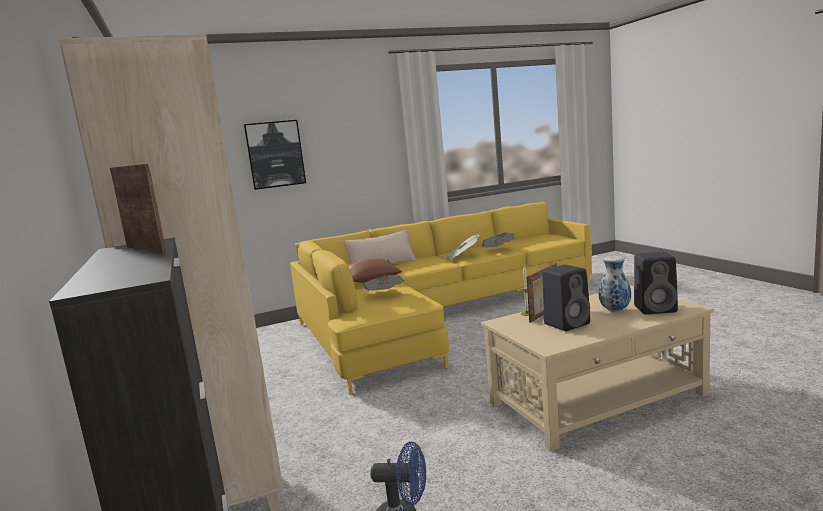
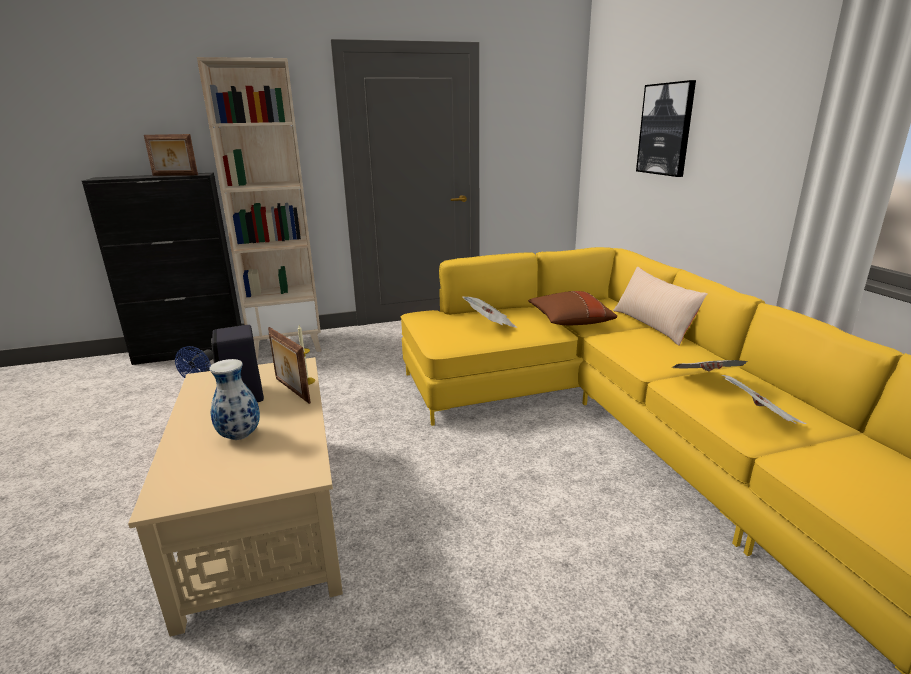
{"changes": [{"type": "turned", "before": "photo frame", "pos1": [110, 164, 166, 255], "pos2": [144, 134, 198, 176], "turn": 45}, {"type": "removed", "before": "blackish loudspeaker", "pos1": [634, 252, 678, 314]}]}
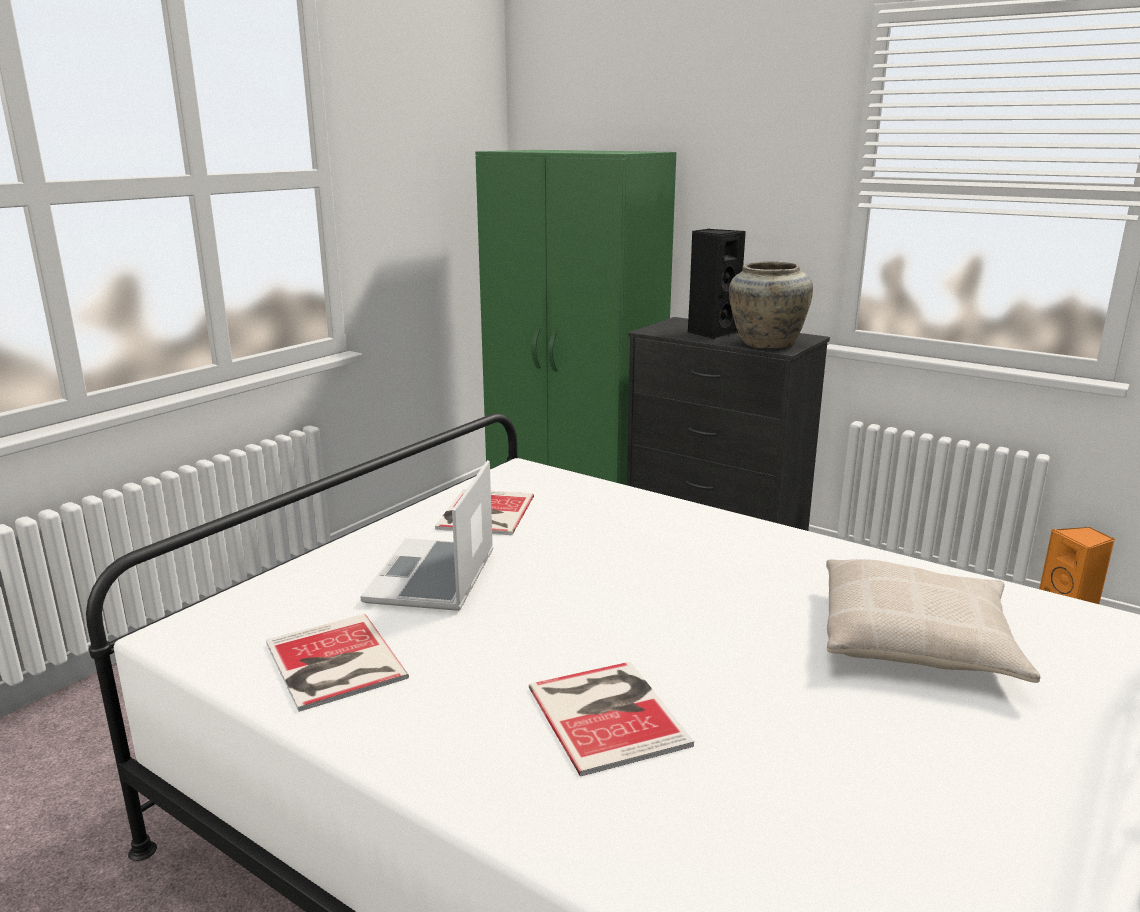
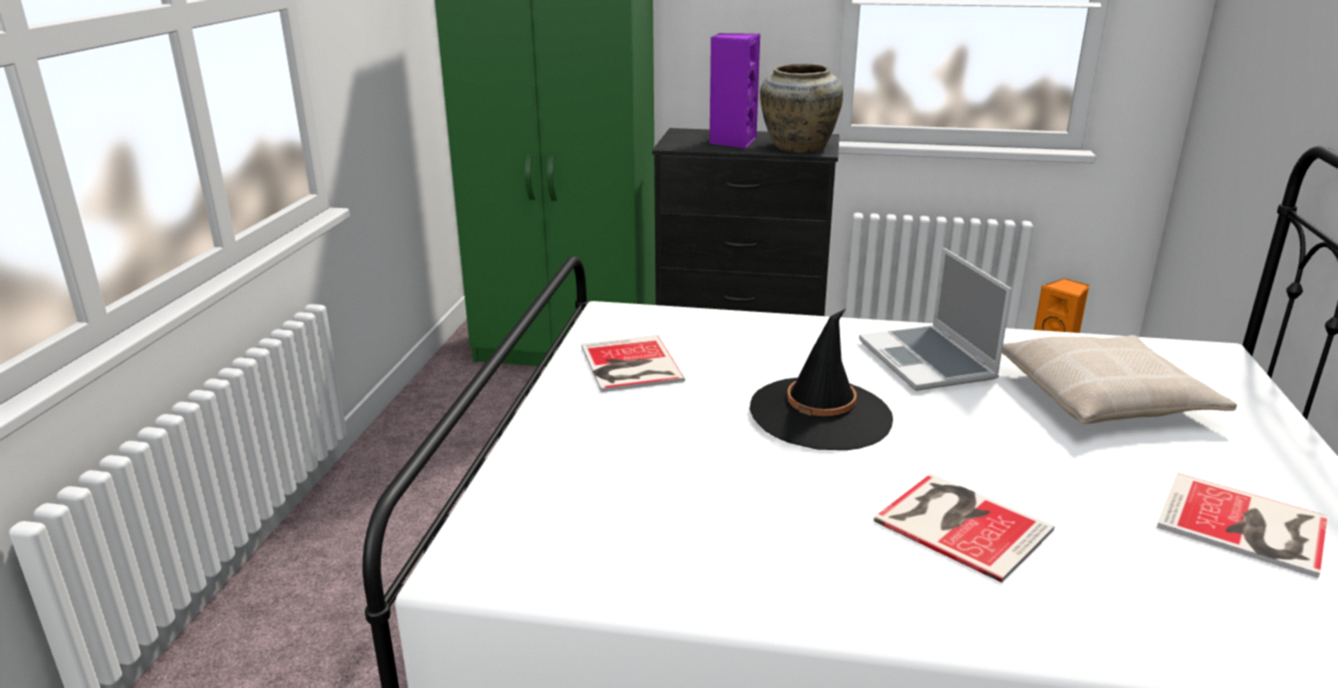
{"changes": [{"type": "recoloured", "before": "blackish loudspeaker", "after": "purple loudspeaker", "pos1": [688, 229, 746, 339], "pos2": [710, 33, 760, 148]}, {"type": "moved", "before": "notebook computer", "pos1": [360, 460, 493, 611], "pos2": [859, 248, 1012, 391]}, {"type": "moved", "before": "volume", "pos1": [266, 614, 409, 712], "pos2": [1157, 473, 1327, 578]}, {"type": "added", "after": "blackish clothing hat", "pos2": [750, 309, 893, 450]}]}
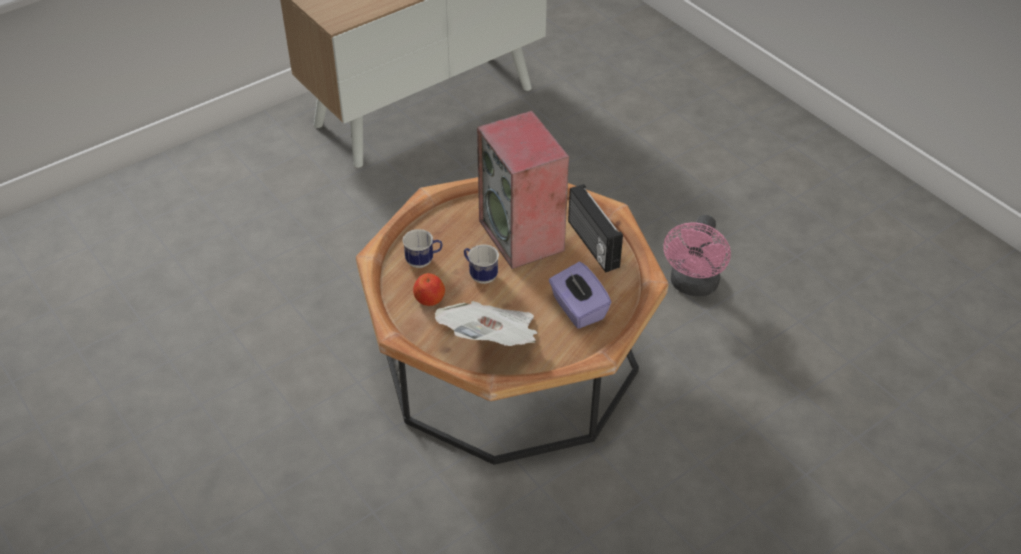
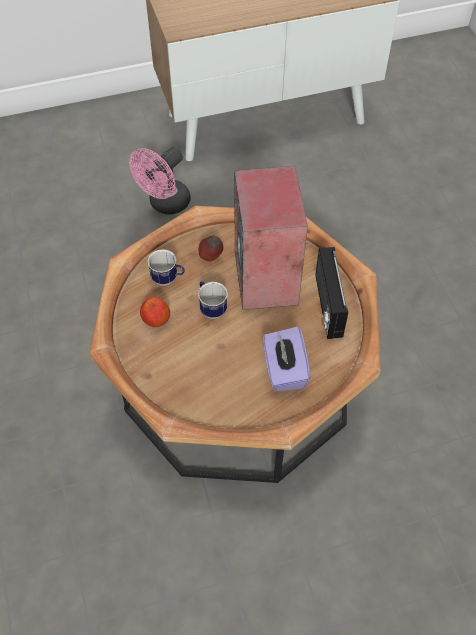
{"changes": [{"type": "moved", "before": "pink cooling fan", "pos1": [664, 215, 731, 296], "pos2": [129, 147, 191, 215]}, {"type": "removed", "before": "printed paper", "pos1": [435, 301, 538, 346]}, {"type": "added", "after": "apple fruit", "pos2": [199, 236, 223, 262]}]}
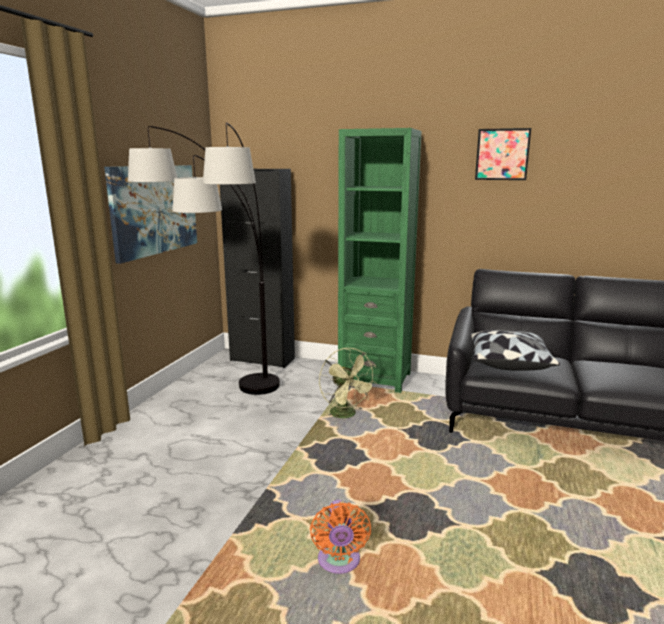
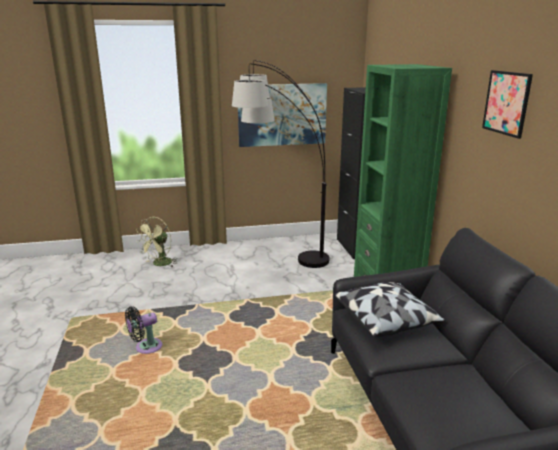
{"changes": [{"type": "moved", "before": "green cooling fan", "pos1": [319, 348, 377, 418], "pos2": [136, 217, 178, 267]}, {"type": "recoloured", "before": "orange-coloured cooling fan", "after": "blackish cooling fan", "pos1": [310, 500, 371, 574], "pos2": [125, 306, 162, 354]}]}
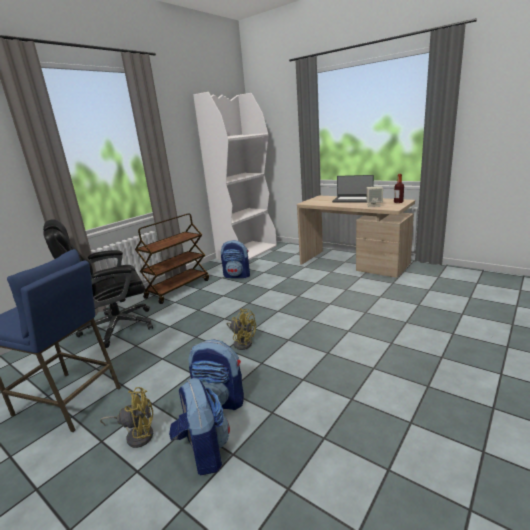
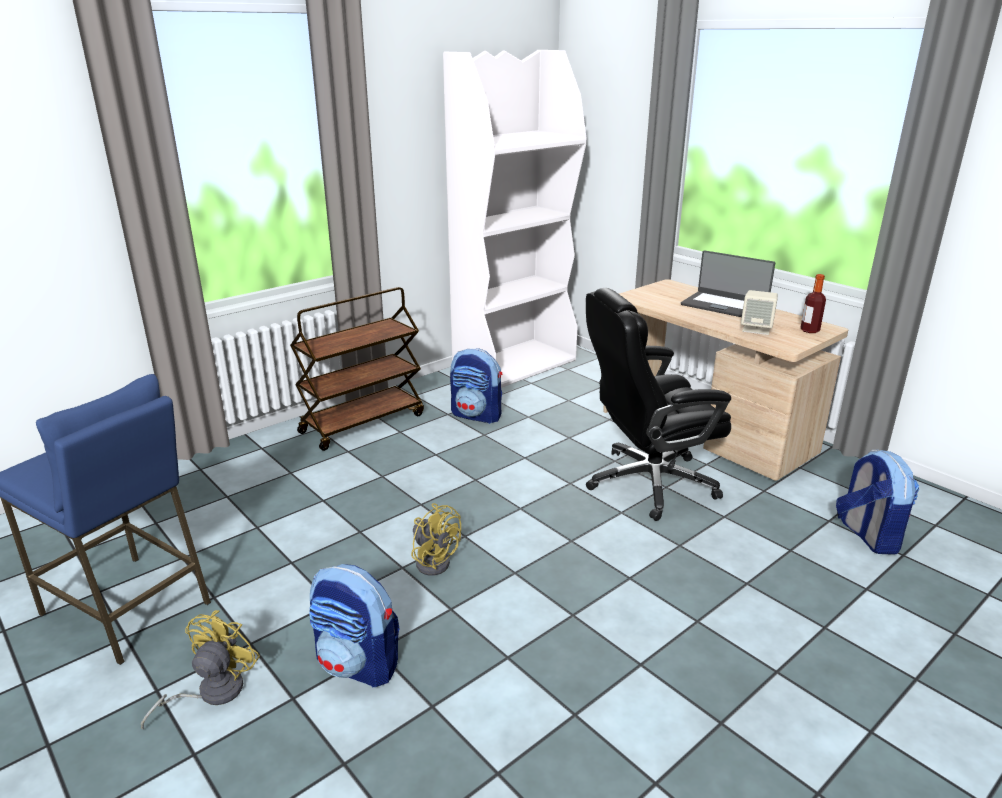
{"changes": [{"type": "moved", "before": "blackish desk chair", "pos1": [43, 219, 153, 348], "pos2": [586, 288, 731, 521]}, {"type": "moved", "before": "backpack", "pos1": [169, 378, 230, 475], "pos2": [836, 450, 920, 554]}, {"type": "turned", "before": "yellow cooling fan", "pos1": [100, 387, 153, 448], "pos2": [141, 610, 260, 730], "turn": -75}]}
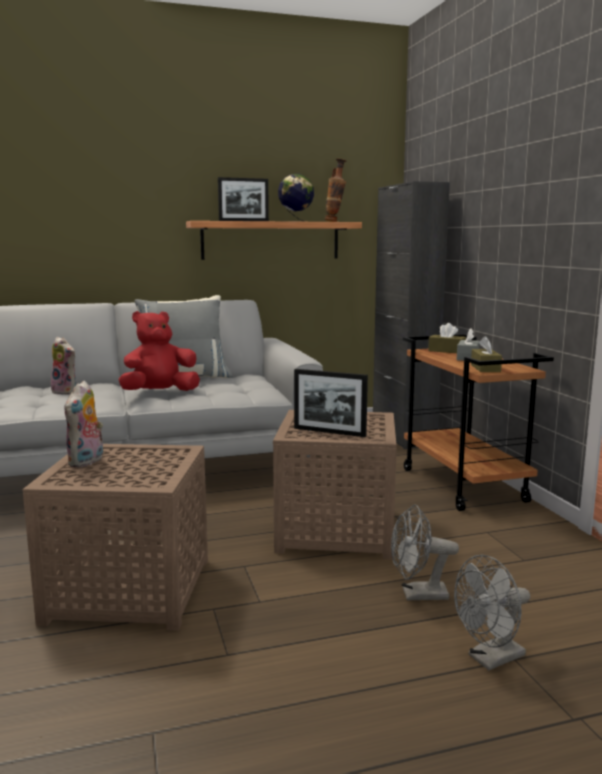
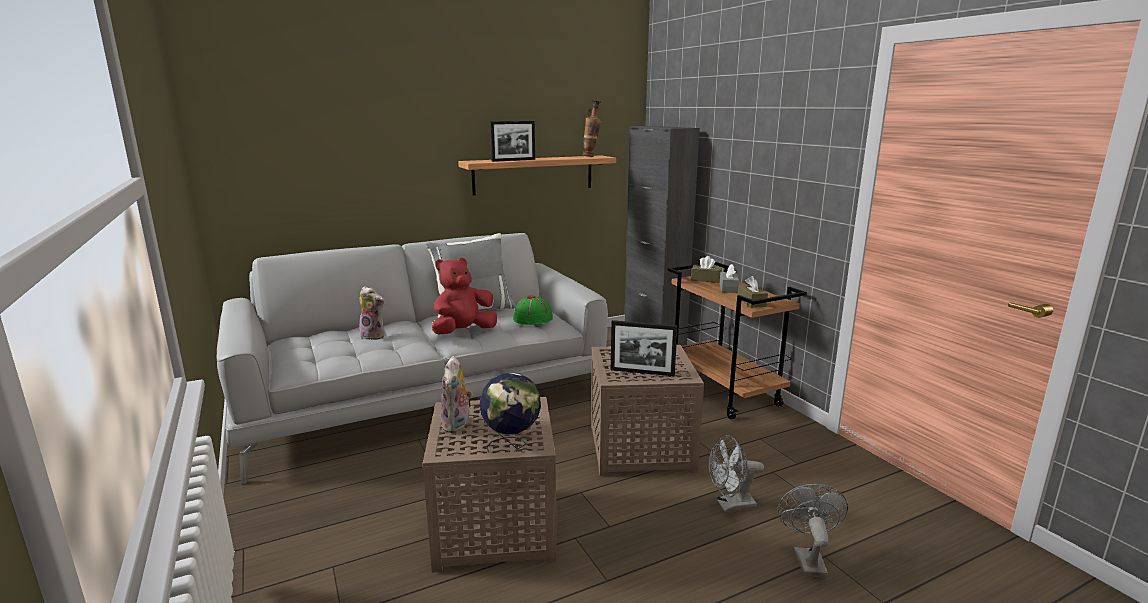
{"changes": [{"type": "moved", "before": "world globe", "pos1": [278, 174, 314, 222], "pos2": [480, 373, 541, 453]}, {"type": "turned", "before": "greyish cooling fan", "pos1": [454, 555, 530, 670], "pos2": [778, 484, 848, 578], "turn": 135}, {"type": "added", "after": "green clothing hat", "pos2": [513, 295, 553, 325]}]}
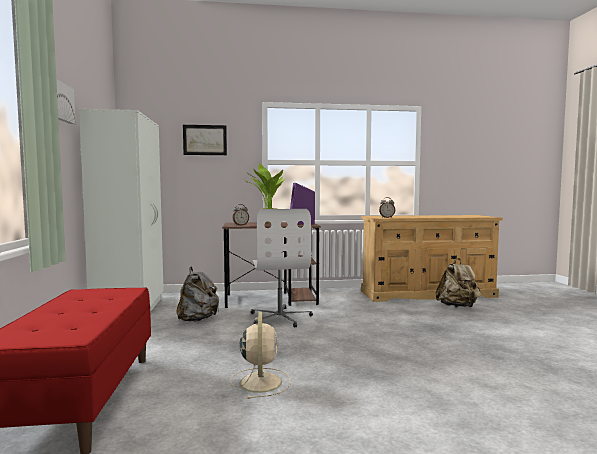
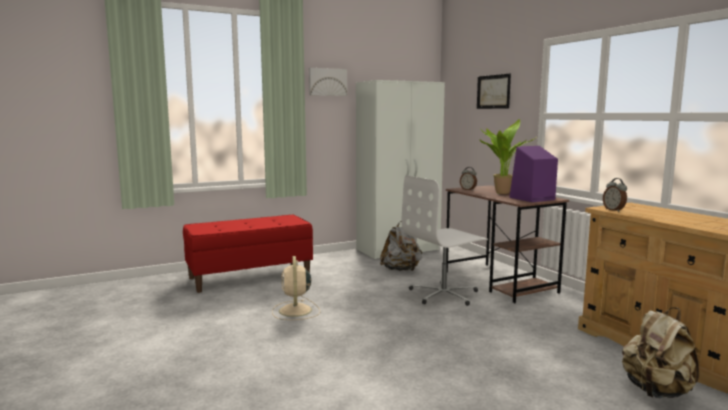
{"changes": [{"type": "turned", "before": "sand-coloured cooling fan", "pos1": [230, 312, 291, 399], "pos2": [272, 256, 320, 320], "turn": 105}]}
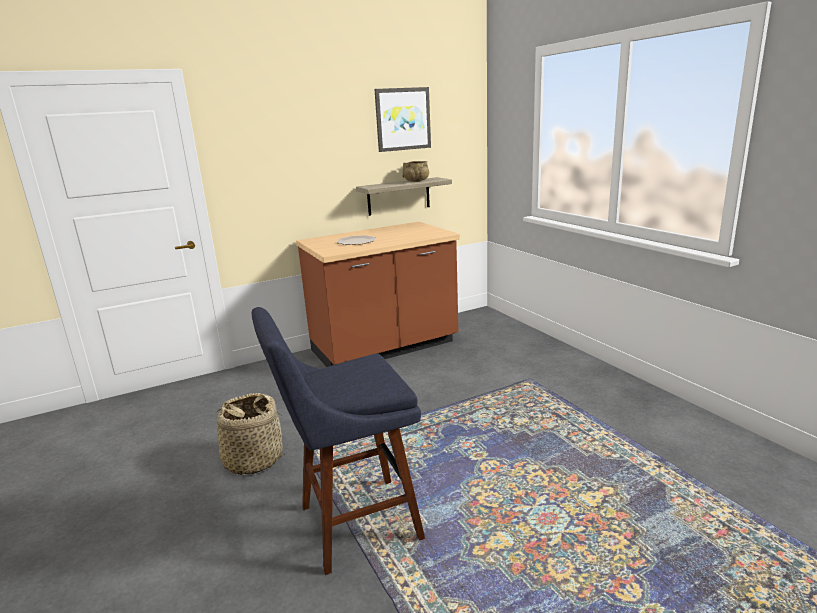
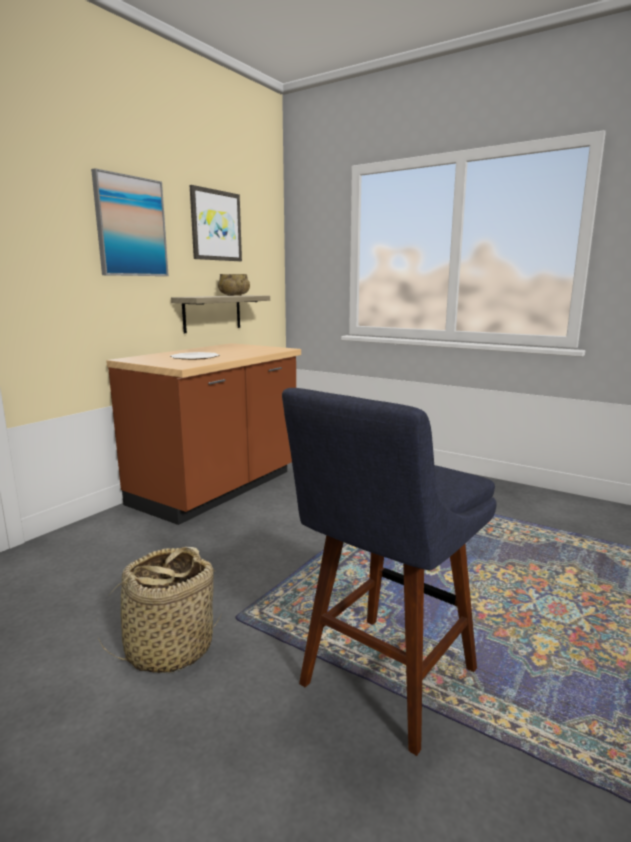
{"changes": [{"type": "added", "after": "picture", "pos2": [91, 168, 169, 276]}]}
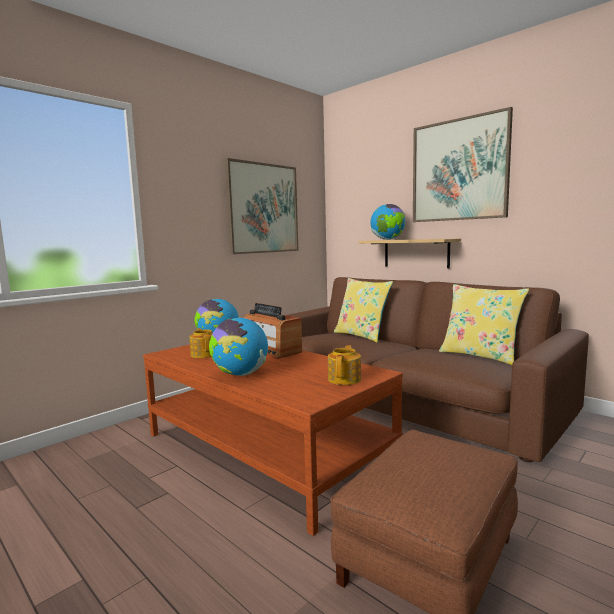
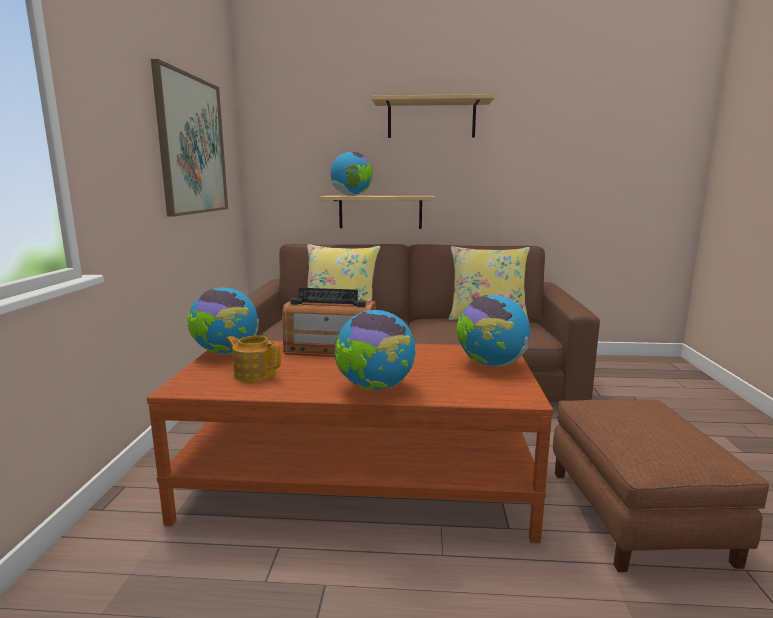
{"changes": [{"type": "replaced", "before": "picture", "after": "wall shelf", "pos1": [413, 107, 513, 222], "pos2": [372, 94, 495, 138]}, {"type": "replaced", "before": "pot for tea", "after": "world globe", "pos1": [328, 345, 361, 385], "pos2": [456, 295, 530, 367]}]}
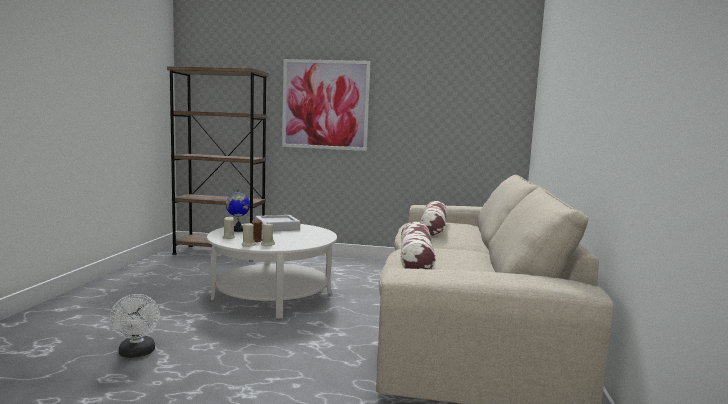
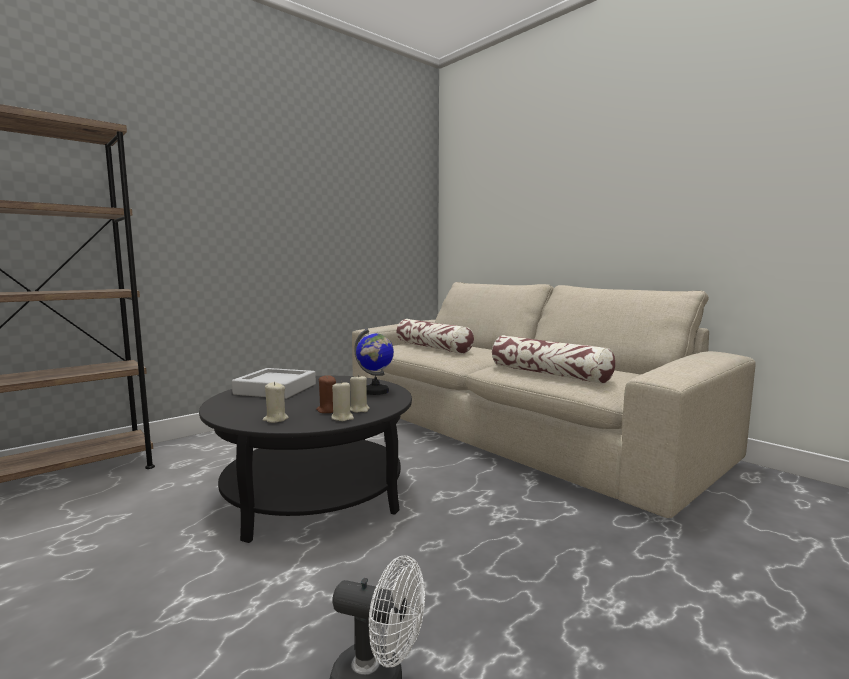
{"changes": [{"type": "removed", "before": "picture", "pos1": [282, 59, 371, 151]}, {"type": "moved", "before": "world globe", "pos1": [226, 189, 250, 232], "pos2": [354, 328, 394, 395]}, {"type": "recoloured", "before": "white-coloured coffee table", "after": "blackish coffee table", "pos1": [207, 223, 337, 319], "pos2": [199, 376, 412, 543]}]}
